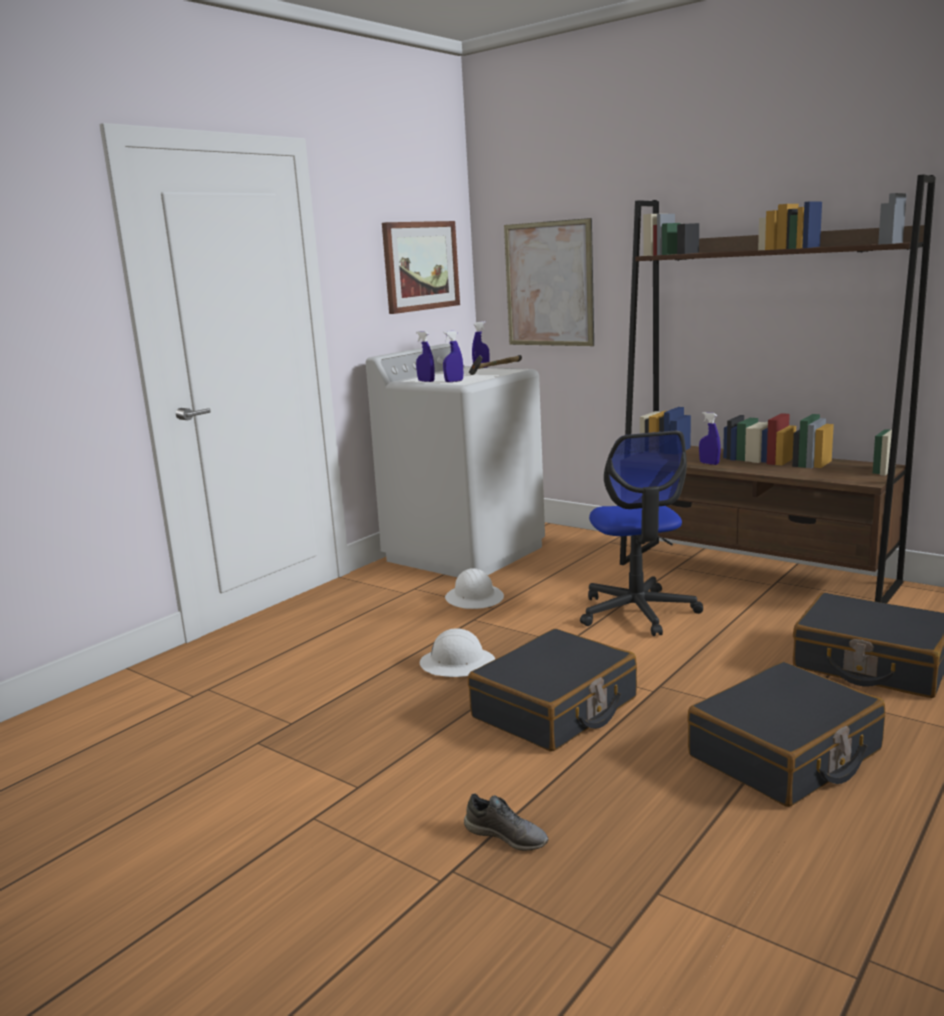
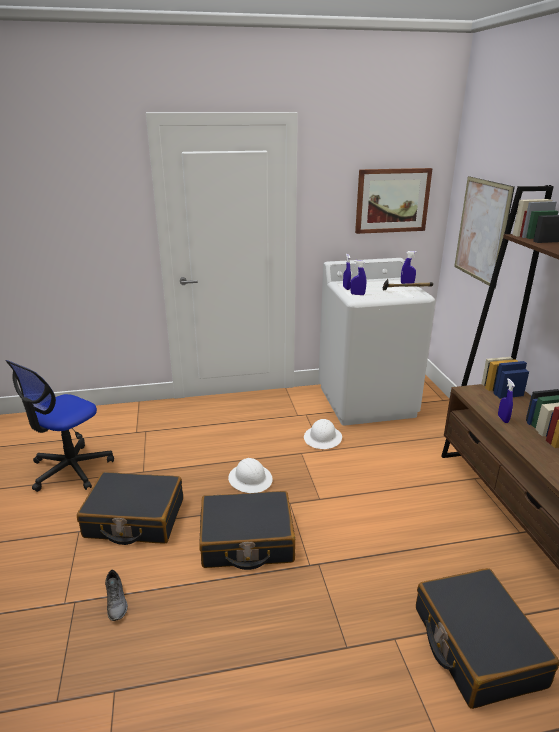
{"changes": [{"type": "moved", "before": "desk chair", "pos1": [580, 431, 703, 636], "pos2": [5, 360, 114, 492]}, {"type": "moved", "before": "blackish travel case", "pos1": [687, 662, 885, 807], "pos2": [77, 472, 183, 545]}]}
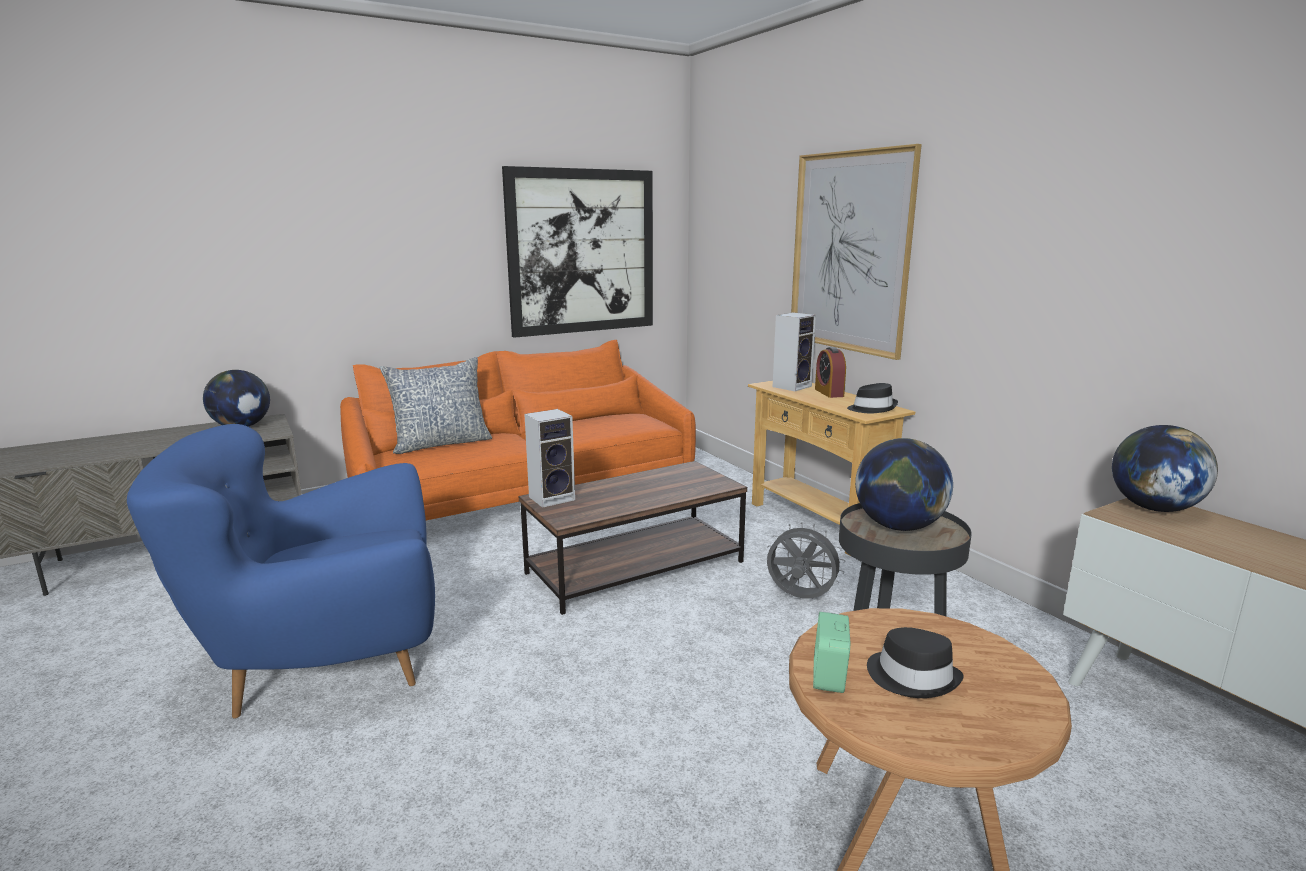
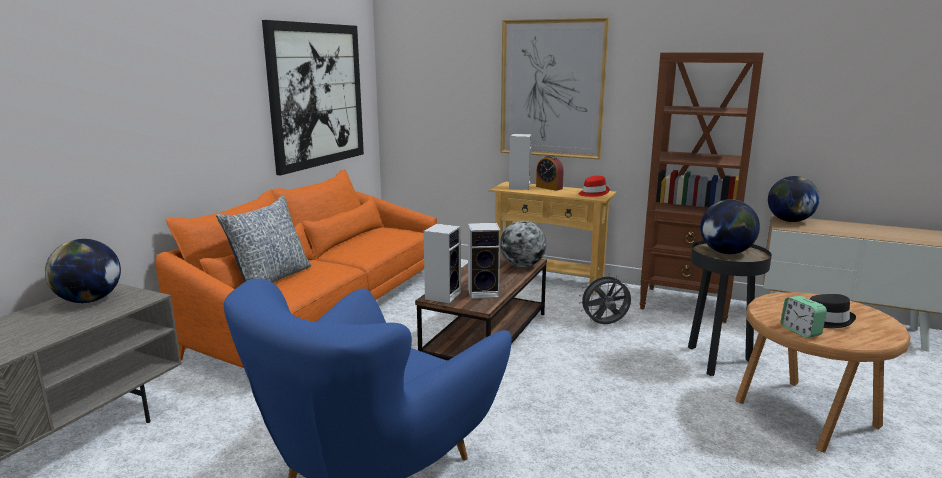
{"changes": [{"type": "recoloured", "before": "blackish clothing hat", "after": "red clothing hat", "pos1": [847, 383, 898, 413], "pos2": [578, 176, 610, 197]}, {"type": "added", "after": "brown bookshelf", "pos2": [640, 53, 764, 323]}, {"type": "added", "after": "world globe", "pos2": [500, 221, 546, 268]}, {"type": "added", "after": "loudspeaker", "pos2": [468, 223, 500, 299]}]}
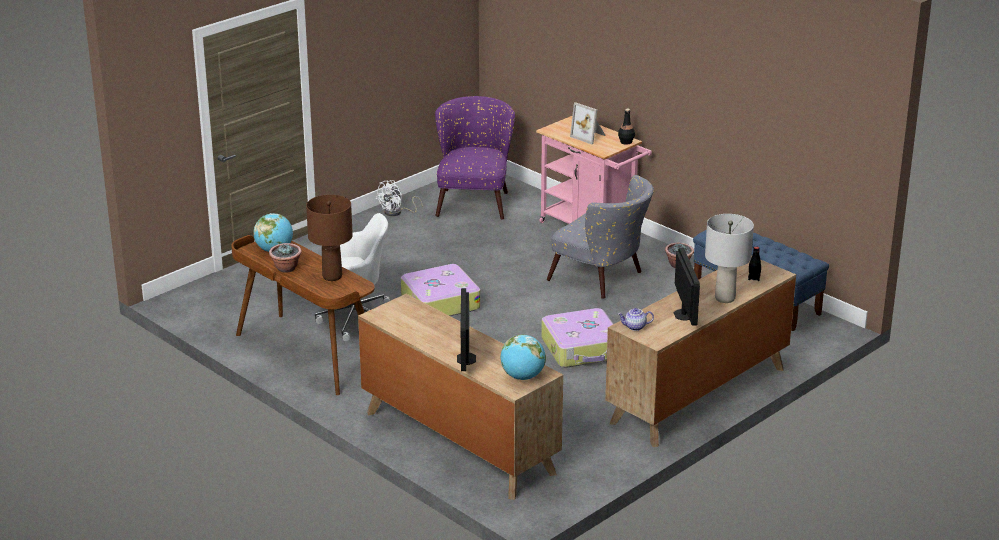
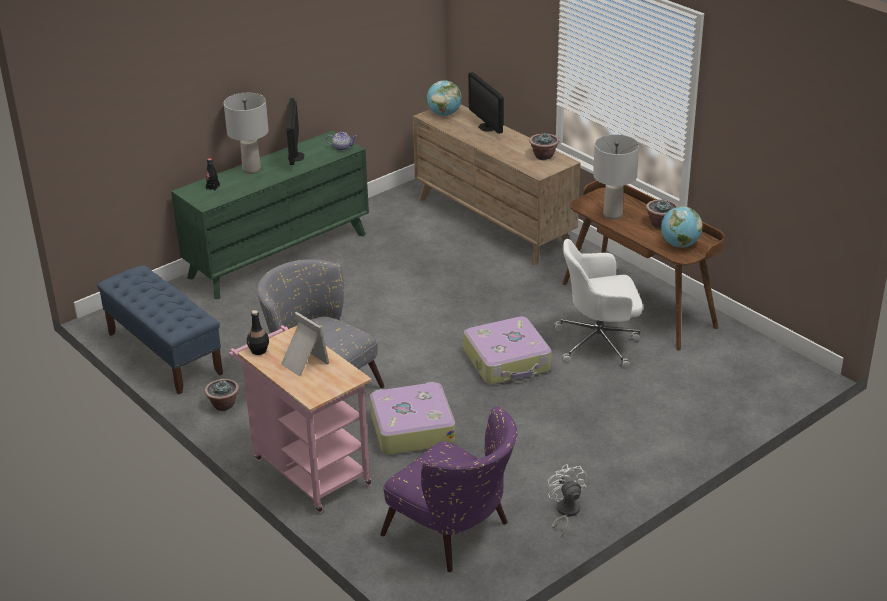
{"changes": [{"type": "turned", "before": "purple armchair", "pos1": [435, 96, 515, 220], "pos2": [380, 406, 517, 572], "turn": -60}, {"type": "turned", "before": "white-coloured cooling fan", "pos1": [376, 180, 423, 216], "pos2": [546, 464, 587, 538], "turn": -60}, {"type": "recoloured", "before": "brown tabletop lamp", "after": "greyish tabletop lamp", "pos1": [306, 195, 353, 281], "pos2": [593, 135, 639, 220]}, {"type": "recoloured", "before": "brown drawer chest", "after": "green drawer chest", "pos1": [605, 256, 796, 447], "pos2": [171, 131, 369, 299]}, {"type": "turned", "before": "computer screen", "pos1": [457, 288, 476, 371], "pos2": [468, 72, 504, 134], "turn": 150}, {"type": "moved", "before": "travel case", "pos1": [541, 308, 613, 368], "pos2": [370, 382, 455, 455]}, {"type": "added", "after": "plant in a pot", "pos2": [529, 133, 560, 160]}]}
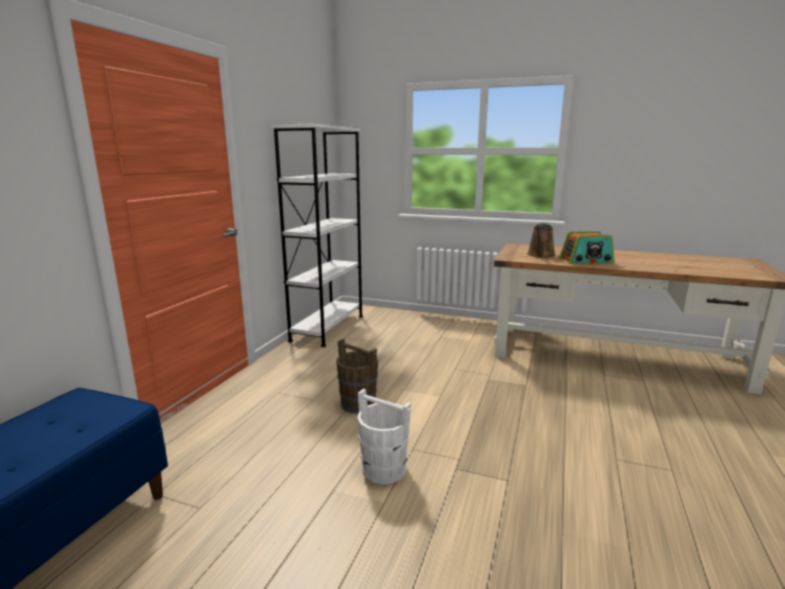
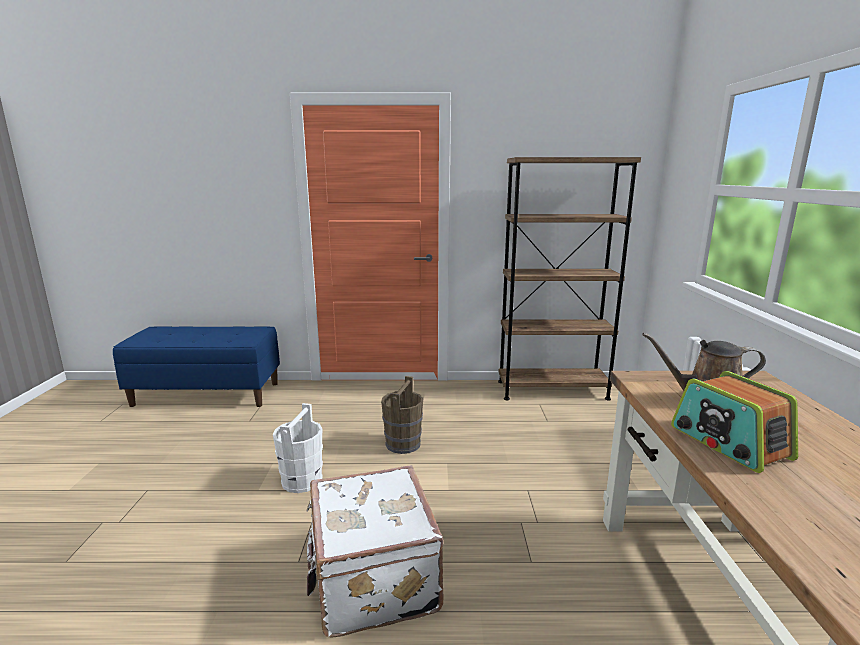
{"changes": [{"type": "recoloured", "before": "white-coloured bookshelf", "after": "brown bookshelf", "pos1": [271, 123, 363, 347], "pos2": [498, 157, 641, 400]}, {"type": "added", "after": "white-coloured travel case", "pos2": [306, 465, 444, 638]}]}
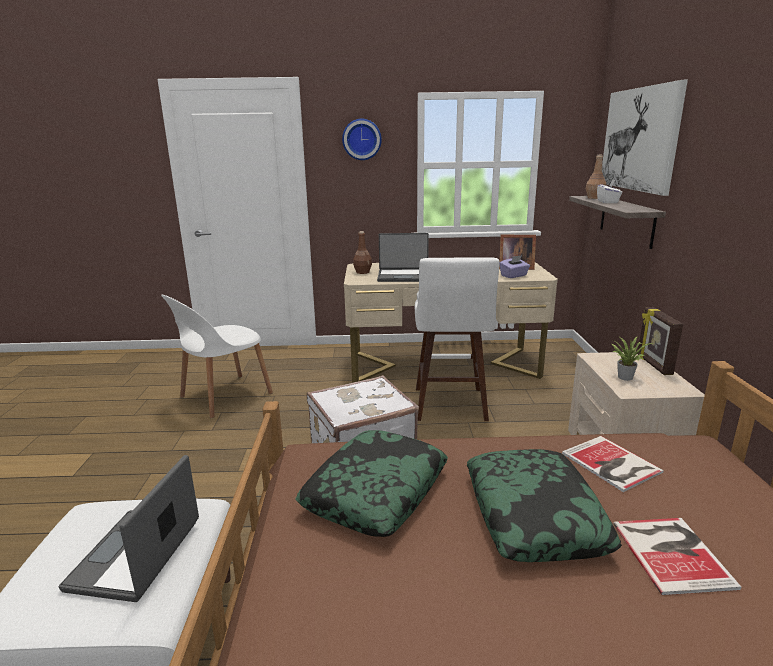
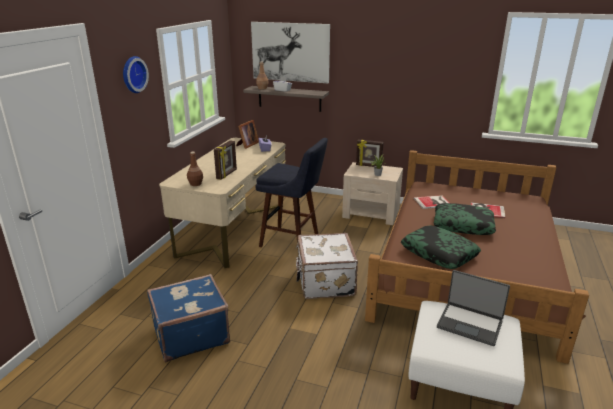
{"changes": [{"type": "replaced", "before": "notebook computer", "after": "photo frame", "pos1": [377, 233, 429, 282], "pos2": [214, 140, 237, 180]}, {"type": "recoloured", "before": "white-coloured sitting stool", "after": "blue sitting stool", "pos1": [415, 257, 500, 421], "pos2": [255, 138, 328, 247]}, {"type": "replaced", "before": "white-coloured plain chair", "after": "blue travel case", "pos1": [161, 295, 273, 418], "pos2": [147, 274, 230, 362]}]}
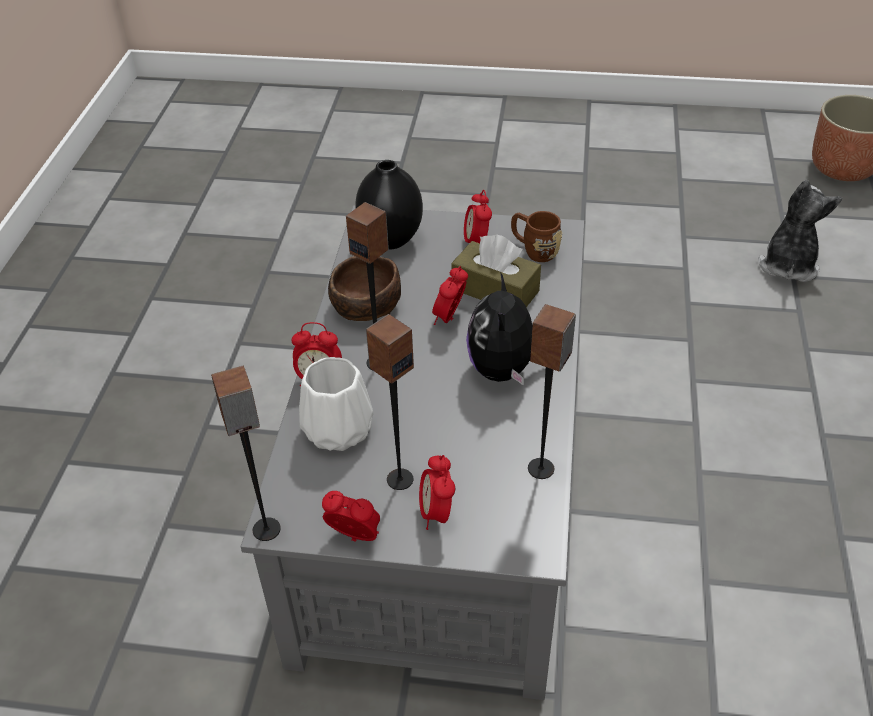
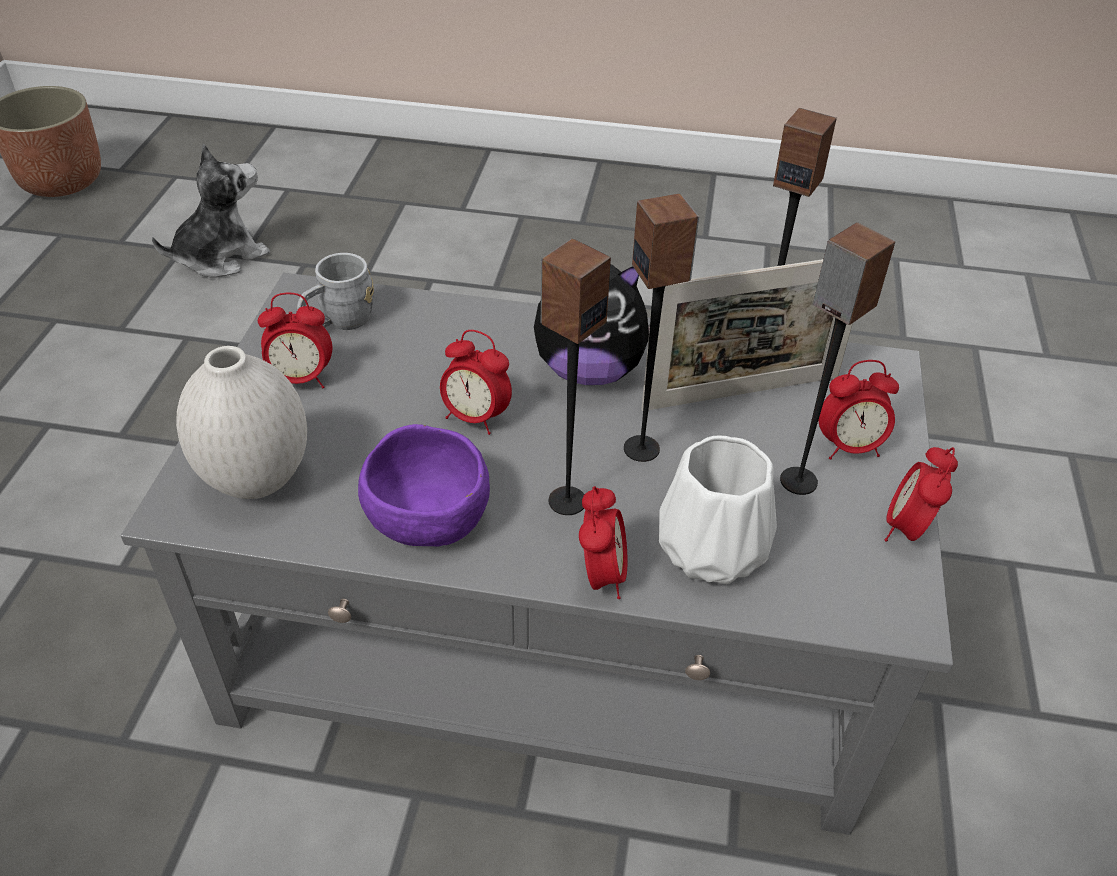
{"changes": [{"type": "recoloured", "before": "blackish decorative vase", "after": "white-coloured decorative vase", "pos1": [355, 160, 423, 249], "pos2": [176, 346, 307, 499]}, {"type": "turned", "before": "cuddly toy", "pos1": [758, 180, 842, 282], "pos2": [152, 144, 270, 278], "turn": 120}, {"type": "recoloured", "before": "brown coffee mug", "after": "greyish coffee mug", "pos1": [511, 211, 562, 262], "pos2": [297, 253, 374, 330]}, {"type": "removed", "before": "brown tissue holder", "pos1": [451, 234, 541, 307]}, {"type": "recoloured", "before": "brown deep dish", "after": "purple deep dish", "pos1": [328, 256, 401, 321], "pos2": [358, 424, 490, 547]}, {"type": "moved", "before": "loudspeaker", "pos1": [211, 366, 281, 541], "pos2": [624, 194, 699, 462]}, {"type": "added", "after": "photo frame", "pos2": [641, 259, 853, 411]}]}
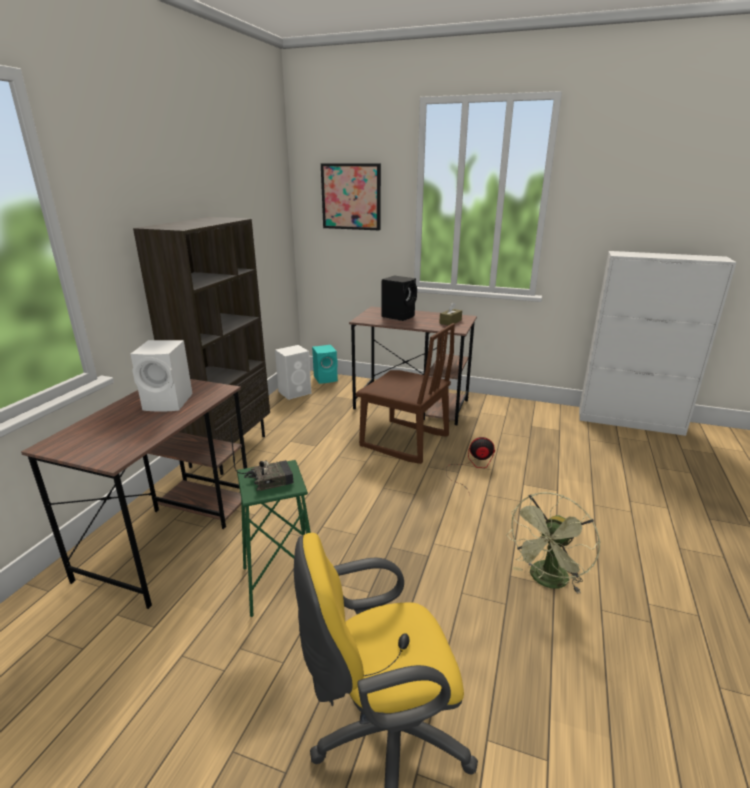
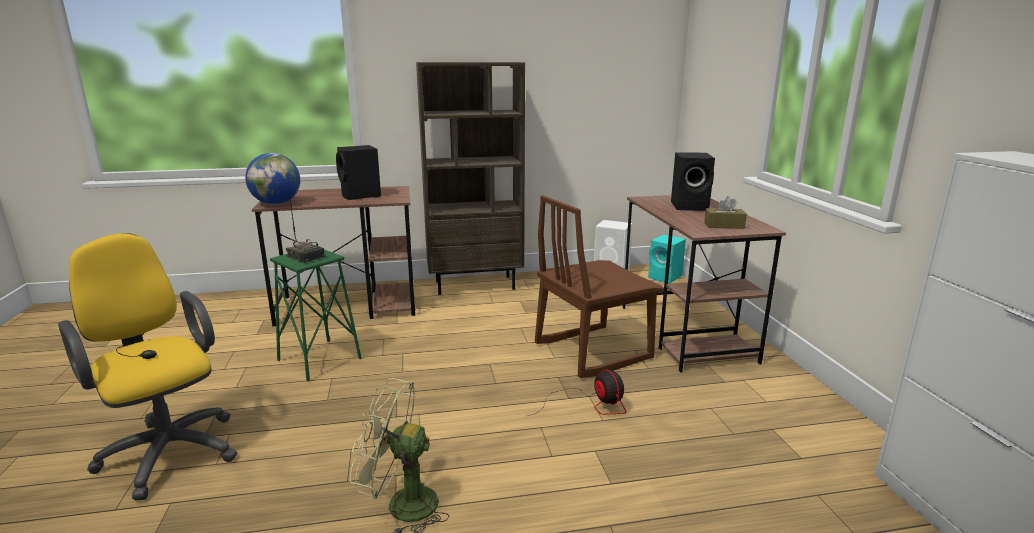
{"changes": [{"type": "removed", "before": "picture", "pos1": [321, 164, 381, 230]}, {"type": "turned", "before": "brown plain chair", "pos1": [356, 323, 455, 464], "pos2": [535, 195, 664, 378], "turn": 60}, {"type": "recoloured", "before": "white-coloured loudspeaker", "after": "blackish loudspeaker", "pos1": [130, 340, 193, 412], "pos2": [336, 145, 381, 200]}, {"type": "added", "after": "world globe", "pos2": [245, 153, 300, 205]}]}
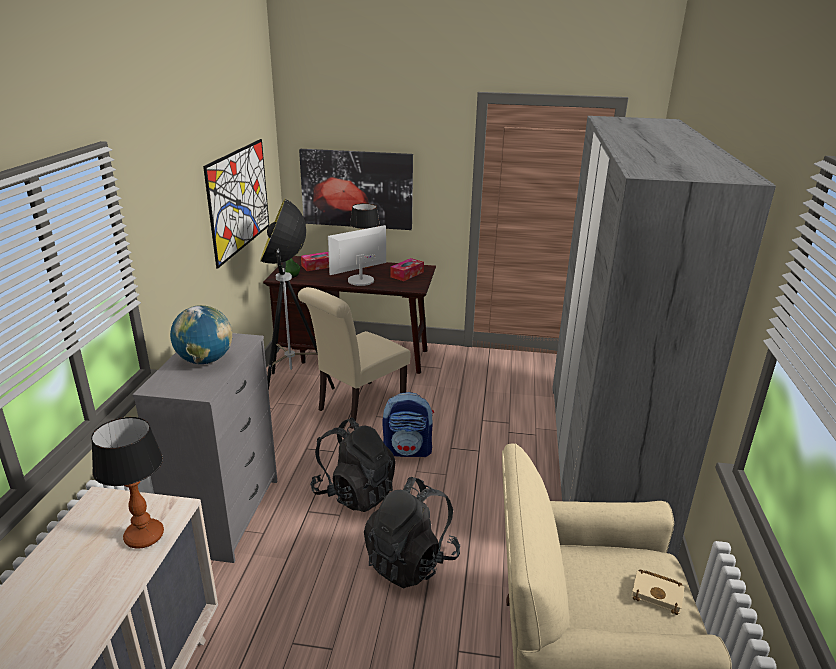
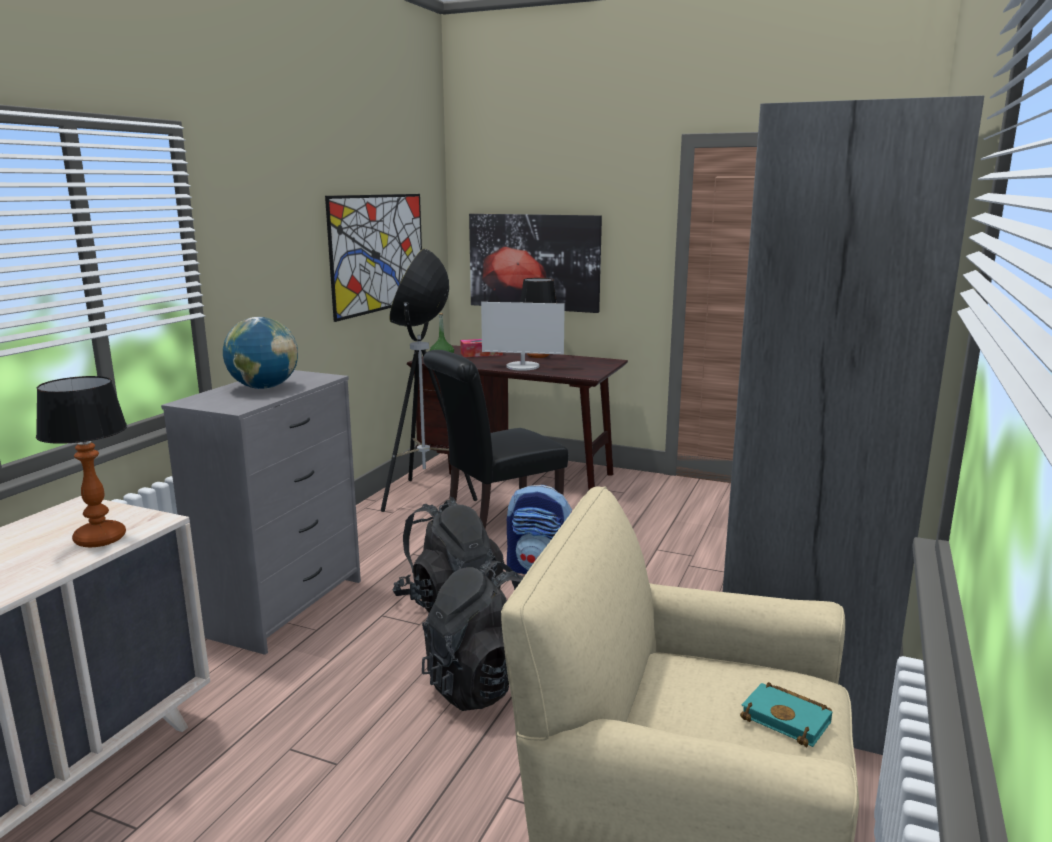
{"changes": [{"type": "turned", "before": "computer screen", "pos1": [328, 225, 386, 286], "pos2": [481, 302, 565, 371], "turn": -150}, {"type": "removed", "before": "tissue holder", "pos1": [390, 258, 424, 281]}, {"type": "recoloured", "before": "sand-coloured plain chair", "after": "blackish plain chair", "pos1": [298, 287, 410, 429], "pos2": [423, 350, 568, 529]}, {"type": "recoloured", "before": "sand-coloured volume", "after": "turquoise-coloured volume", "pos1": [631, 569, 684, 615], "pos2": [740, 683, 832, 747]}]}
